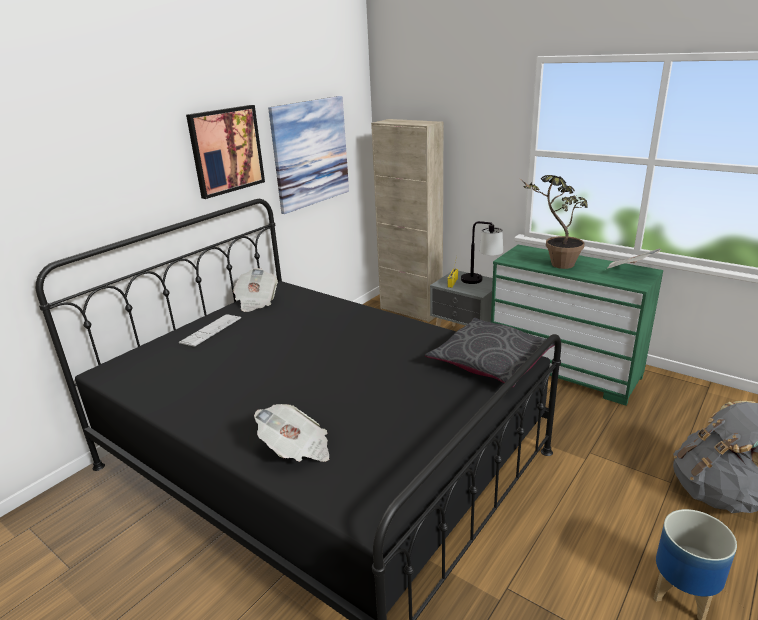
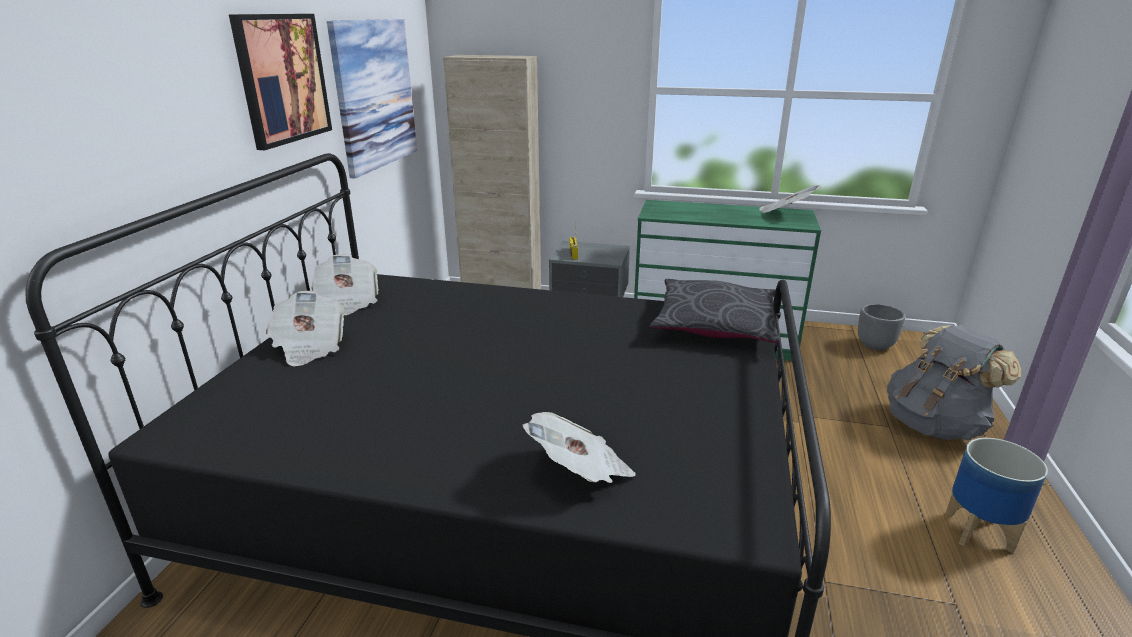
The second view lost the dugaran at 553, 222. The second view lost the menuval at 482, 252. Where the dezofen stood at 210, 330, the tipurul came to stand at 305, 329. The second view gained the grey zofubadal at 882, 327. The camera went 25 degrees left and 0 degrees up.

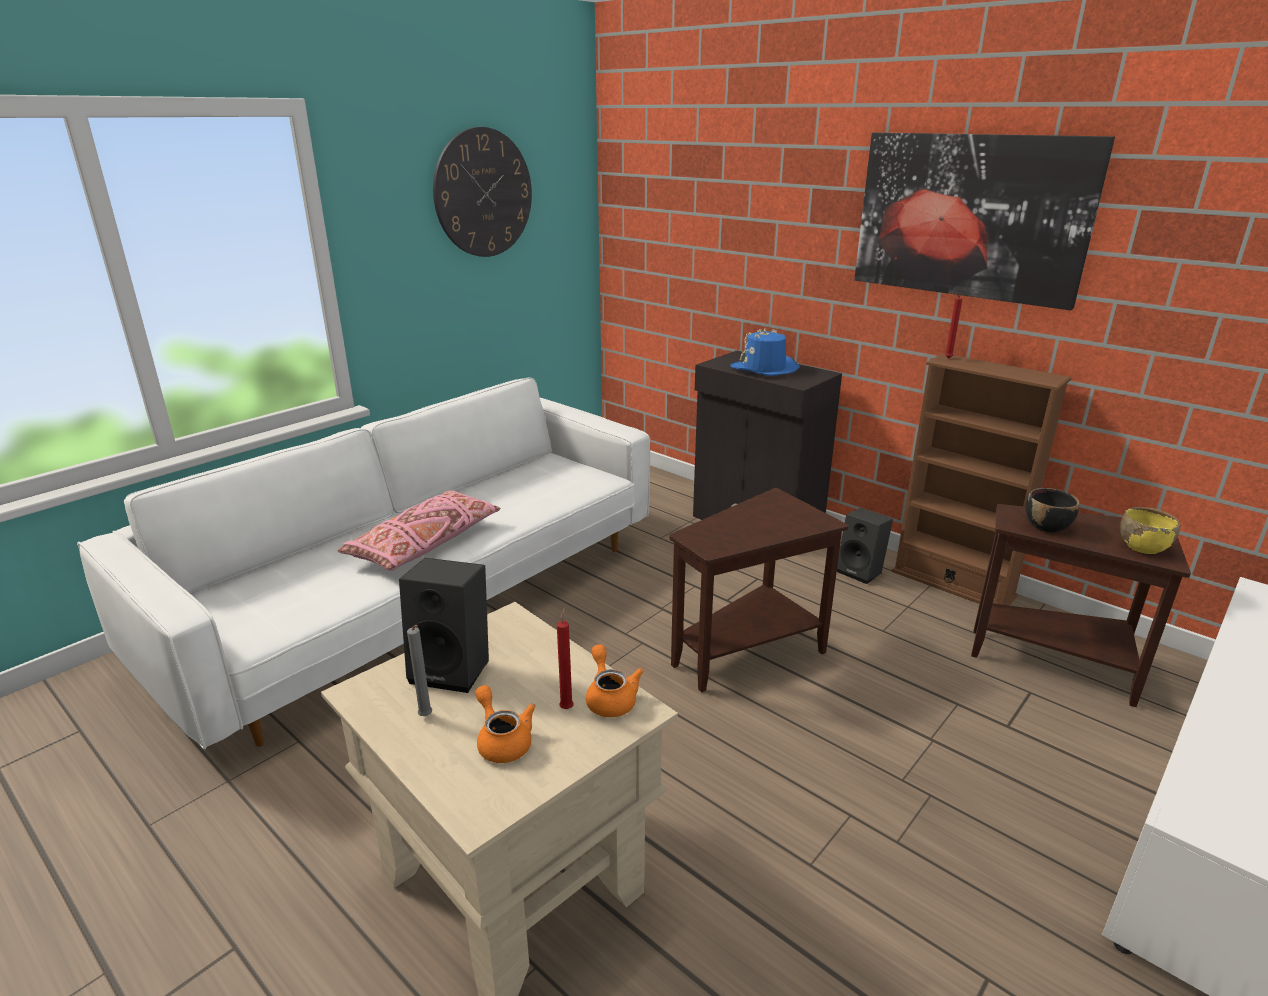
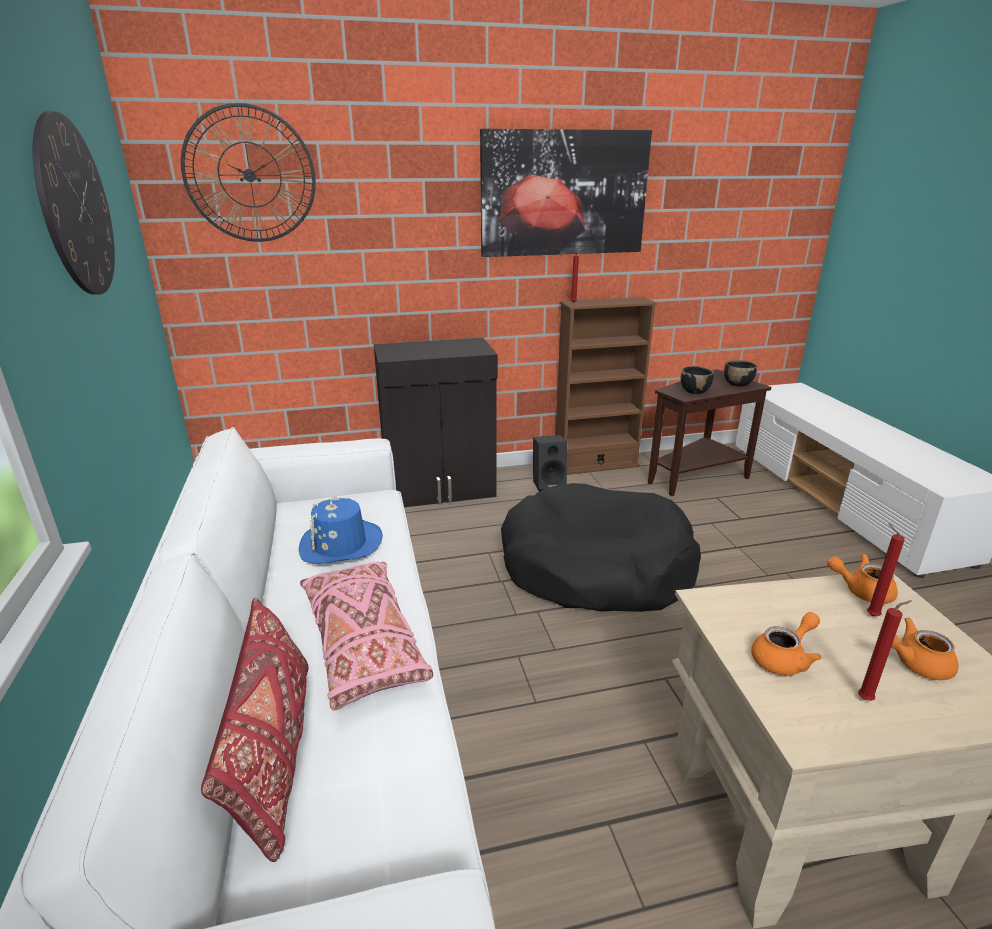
The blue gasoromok ended up elsewhere, having gone from 764, 352 to 341, 530. Where the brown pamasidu stood at 759, 590, the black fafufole came to stand at 601, 547. What was the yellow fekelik at 1150, 530 turned into the black fekelik at 740, 373. Where the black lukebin stood at 444, 625, the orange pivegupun came to stand at 786, 644. What was the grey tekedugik at 419, 670 turned into the red tekedugik at 885, 650. The second view gained the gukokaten at 248, 172. The second view gained the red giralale at 255, 729. The camera went 55 degrees left and 0 degrees up.

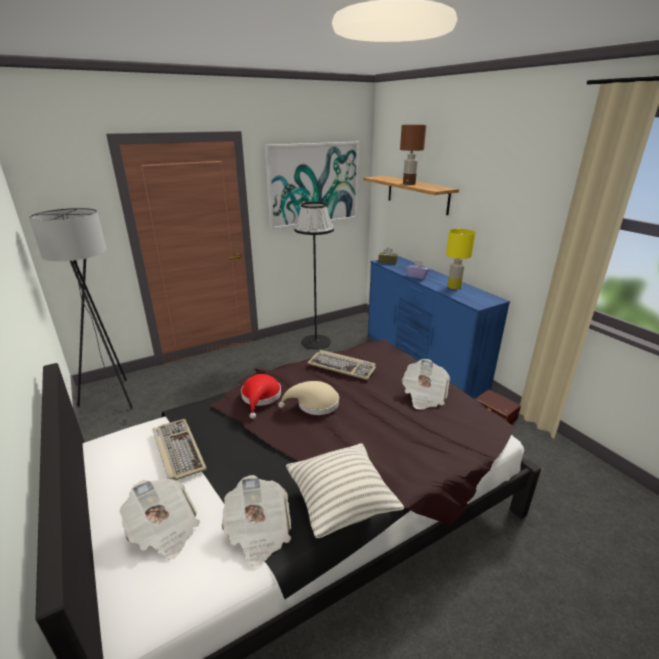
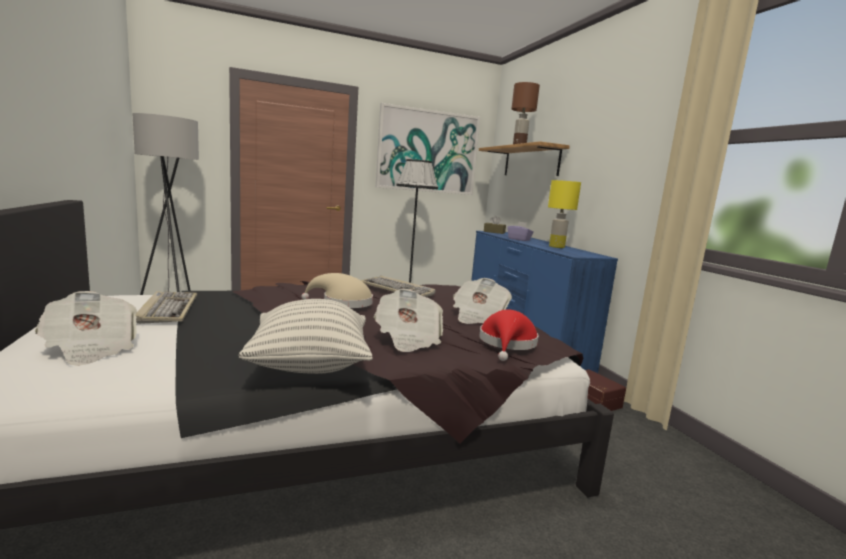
The red gasoromok ended up elsewhere, having gone from 261, 396 to 509, 335. The tipurul ended up elsewhere, having gone from 256, 520 to 408, 320. The camera went 10 degrees right and 15 degrees down.

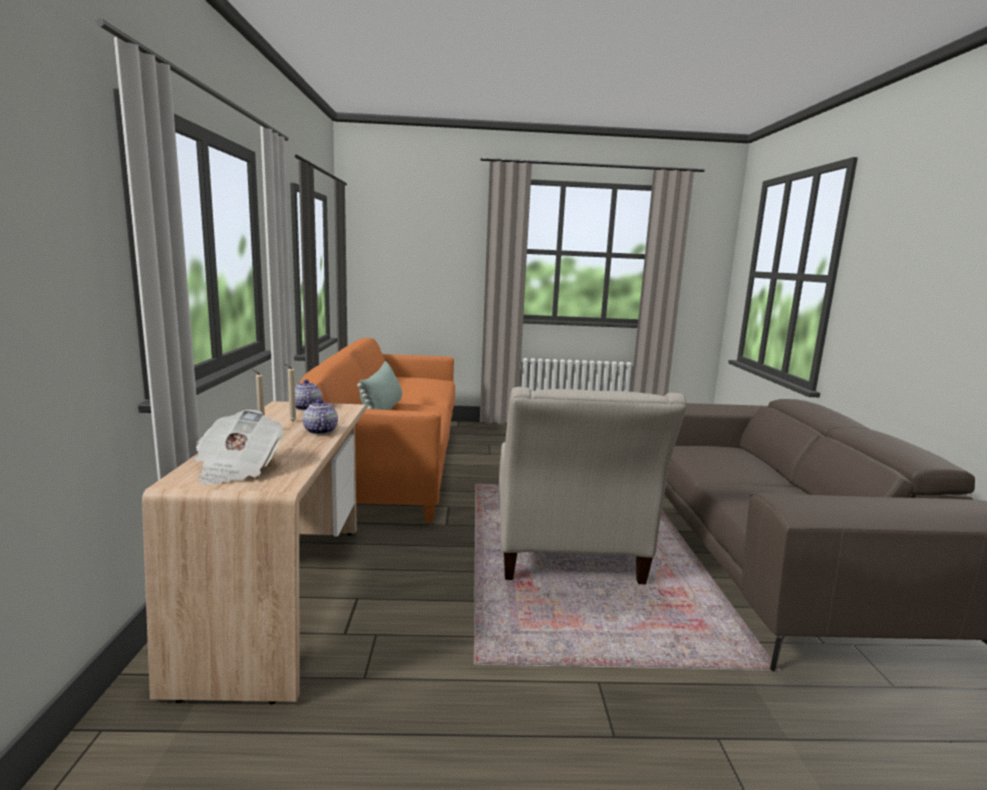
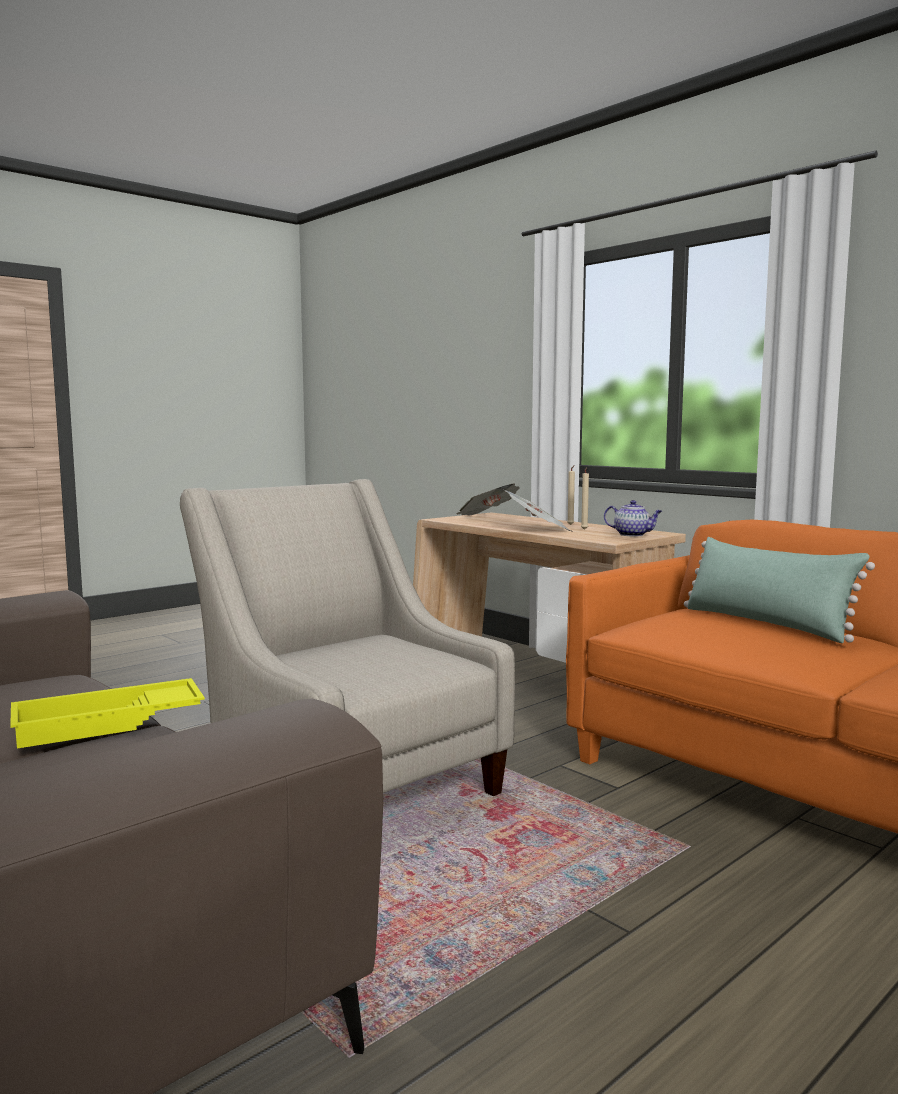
Where the pivegupun stood at 320, 416, the tipurul came to stand at 537, 510. The second view gained the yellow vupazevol at 107, 713. The camera went 140 degrees right and 5 degrees down.

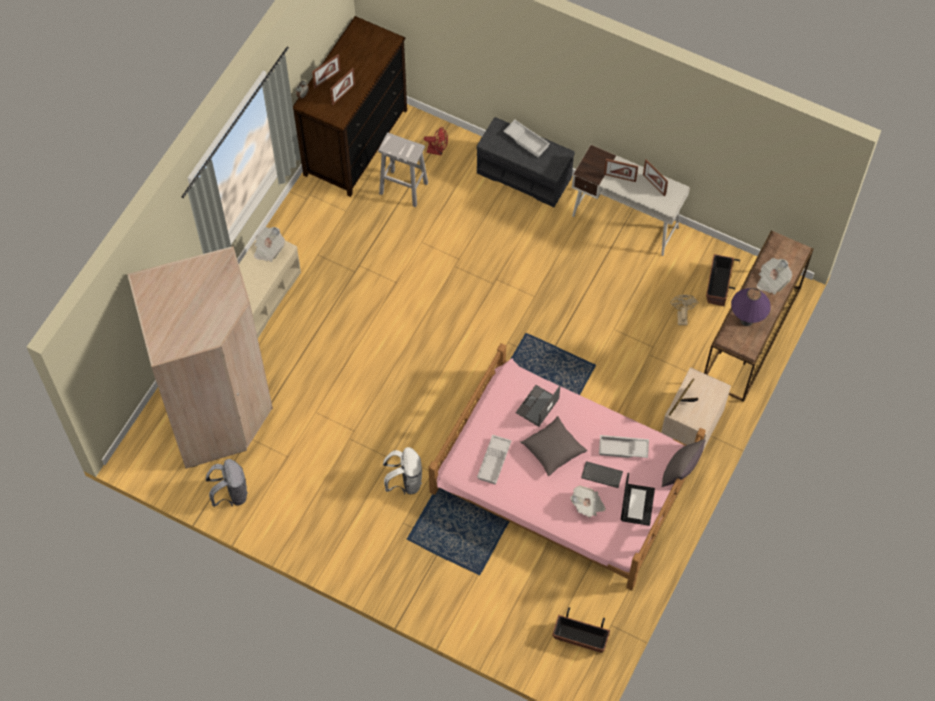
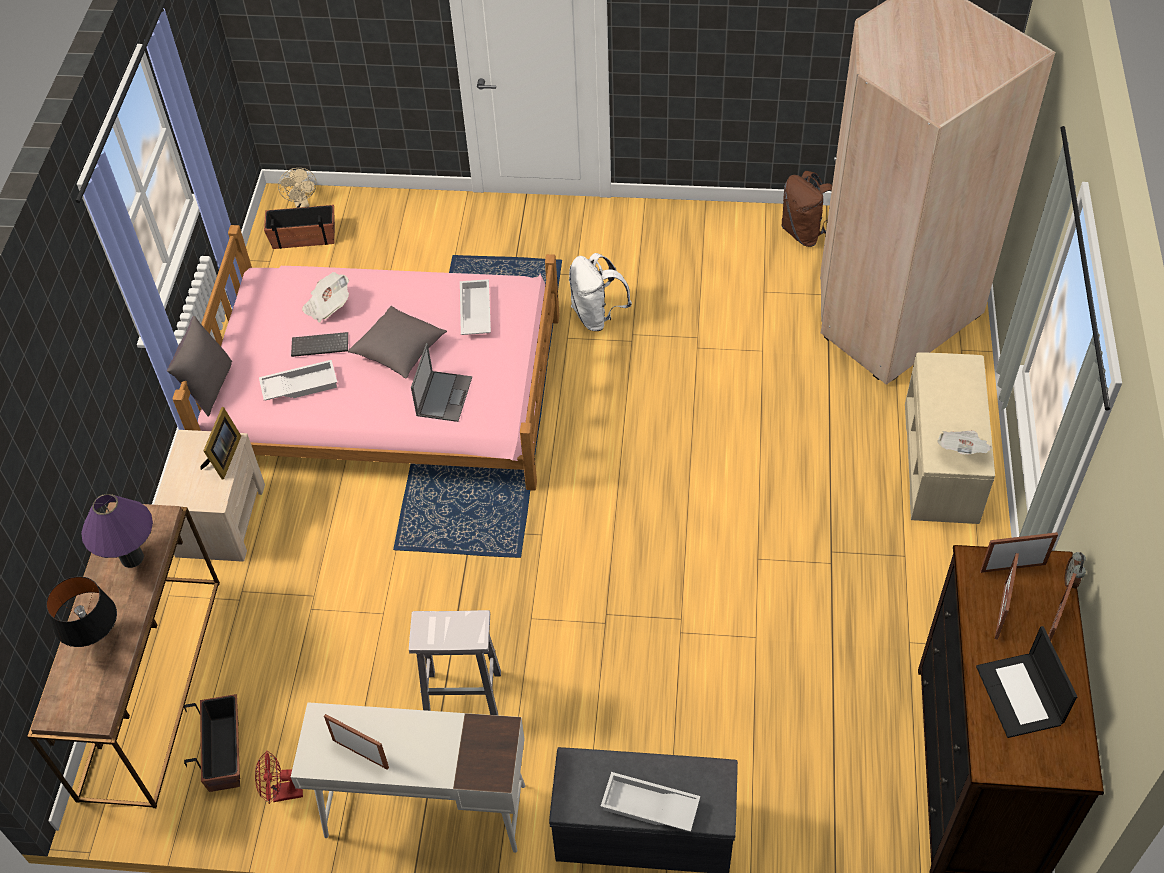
The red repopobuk ended up elsewhere, having gone from 436, 141 to 279, 777. The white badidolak ended up elsewhere, having gone from 403, 170 to 455, 662. The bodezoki ended up elsewhere, having gone from 621, 170 to 1019, 552. Where the tipurul stood at 774, 276, the black menuval came to stand at 81, 611. The beige repopobuk ended up elsewhere, having gone from 684, 310 to 297, 188. What was the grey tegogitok at 227, 483 turned into the brown tegogitok at 806, 209. The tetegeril ended up elsewhere, having gone from 638, 499 to 1026, 682. The camera went 160 degrees right and 10 degrees down.

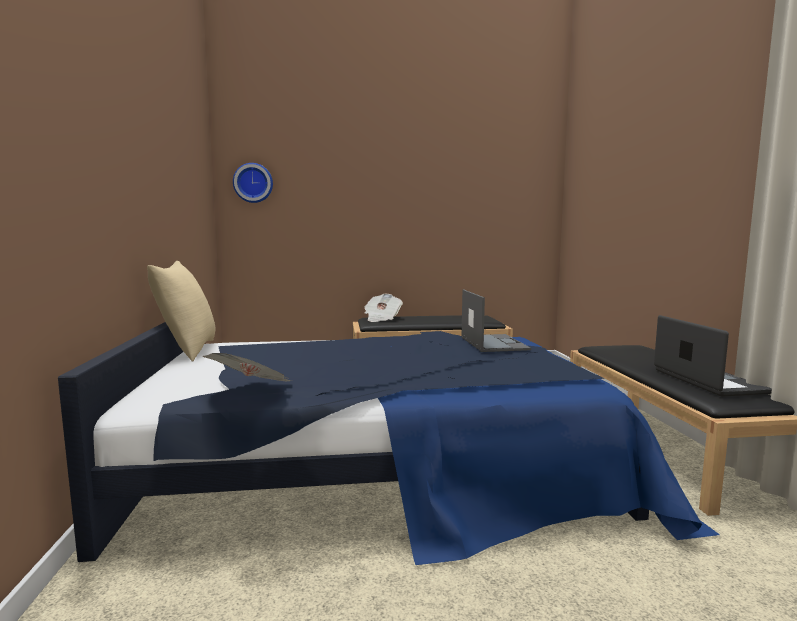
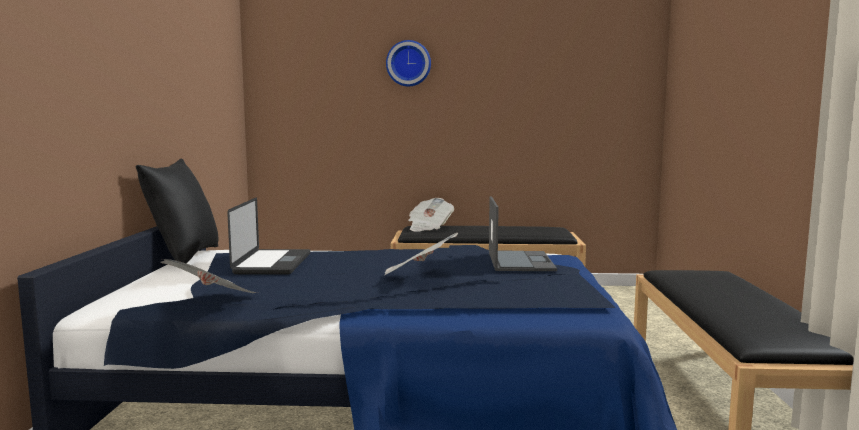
The gukokaten ended up elsewhere, having gone from 253, 183 to 408, 63. What was the beige giralale at 181, 311 turned into the black giralale at 177, 211. The tetegeril ended up elsewhere, having gone from 713, 356 to 268, 236. The second view gained the tipurul at 421, 254. The camera went 10 degrees right and 0 degrees up.

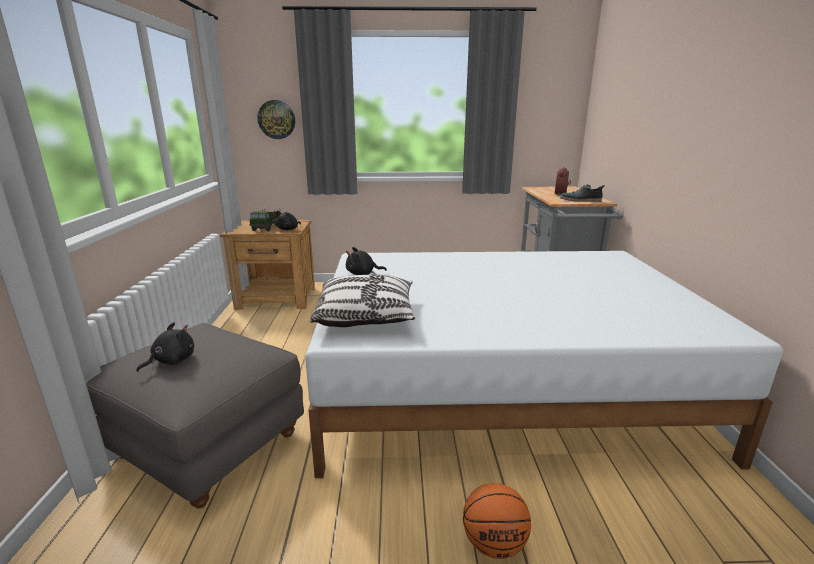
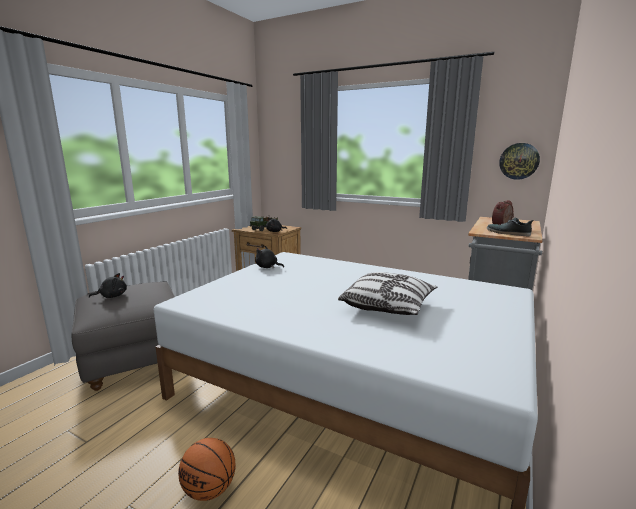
The gukokaten ended up elsewhere, having gone from 276, 119 to 519, 161. The giralale ended up elsewhere, having gone from 362, 300 to 387, 293. The camera went 30 degrees right and 5 degrees down.

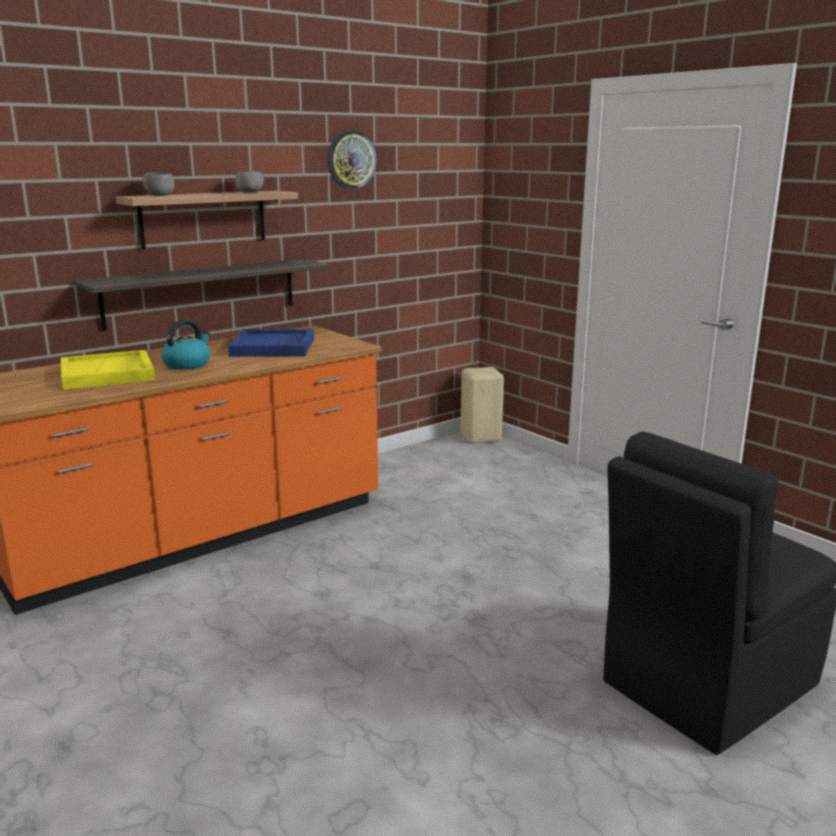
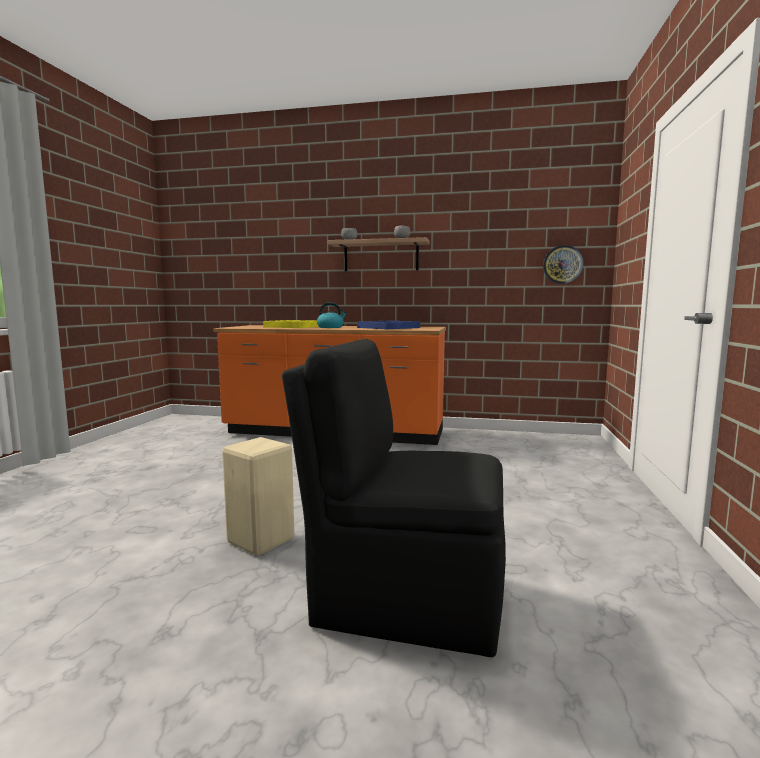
The gukokaten ended up elsewhere, having gone from 352, 159 to 563, 264. The second view lost the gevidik at 202, 295. The beige badidolak ended up elsewhere, having gone from 482, 405 to 258, 496. The camera went 50 degrees right and 10 degrees down.

